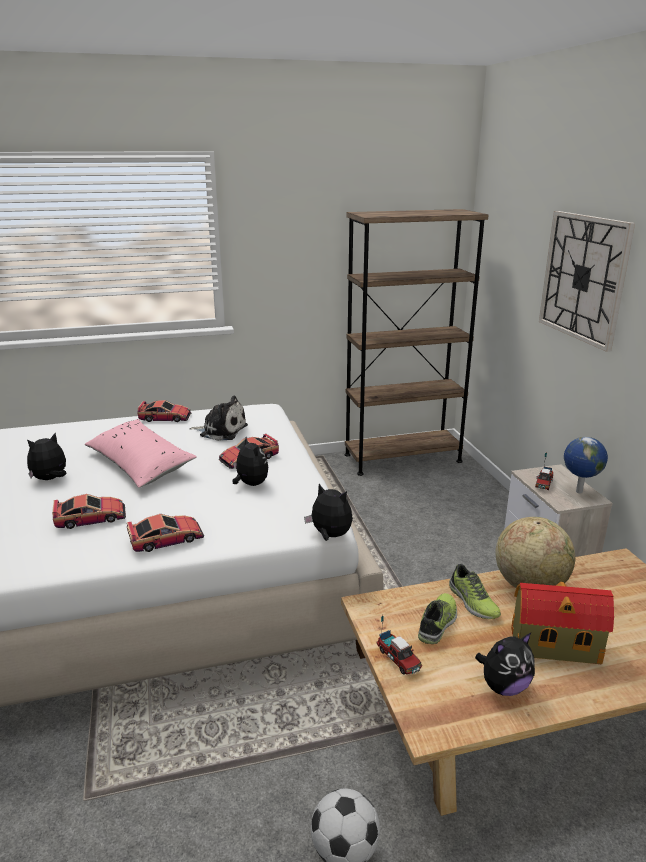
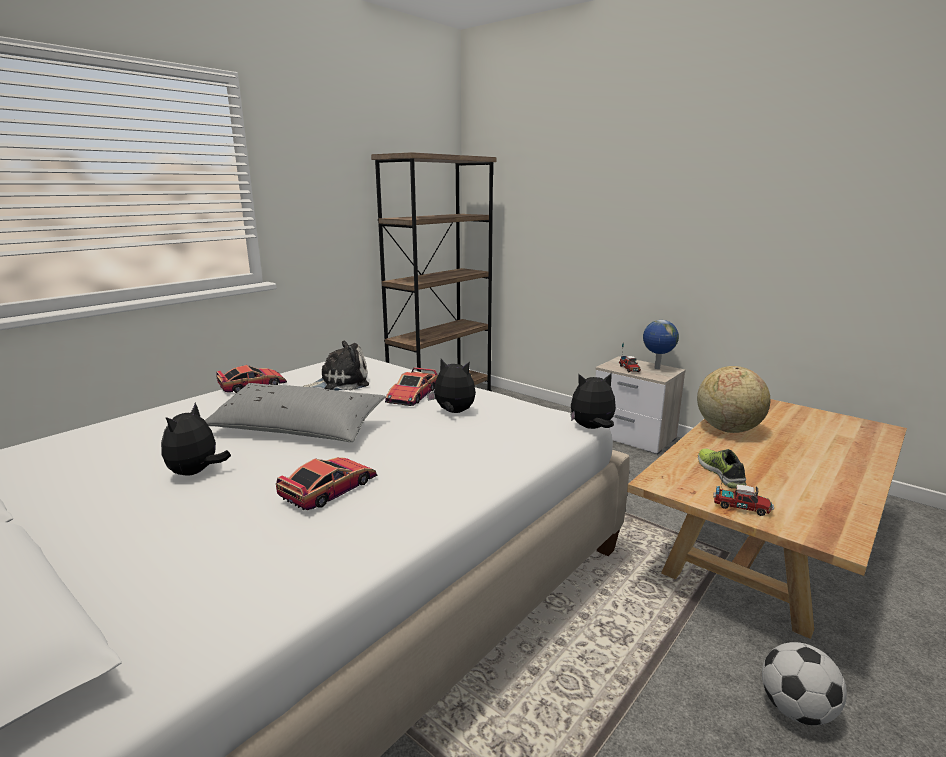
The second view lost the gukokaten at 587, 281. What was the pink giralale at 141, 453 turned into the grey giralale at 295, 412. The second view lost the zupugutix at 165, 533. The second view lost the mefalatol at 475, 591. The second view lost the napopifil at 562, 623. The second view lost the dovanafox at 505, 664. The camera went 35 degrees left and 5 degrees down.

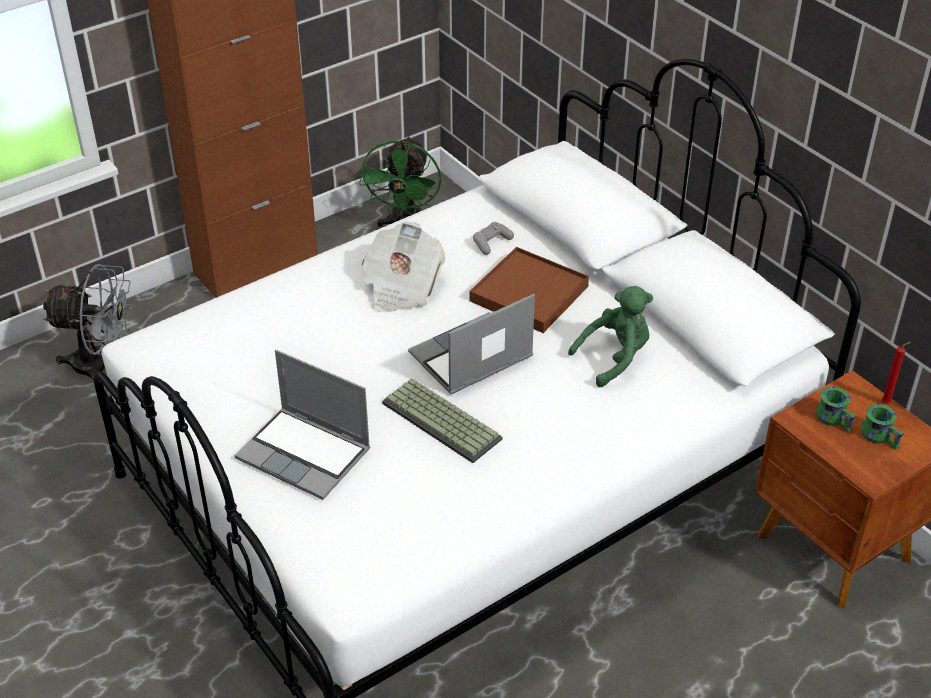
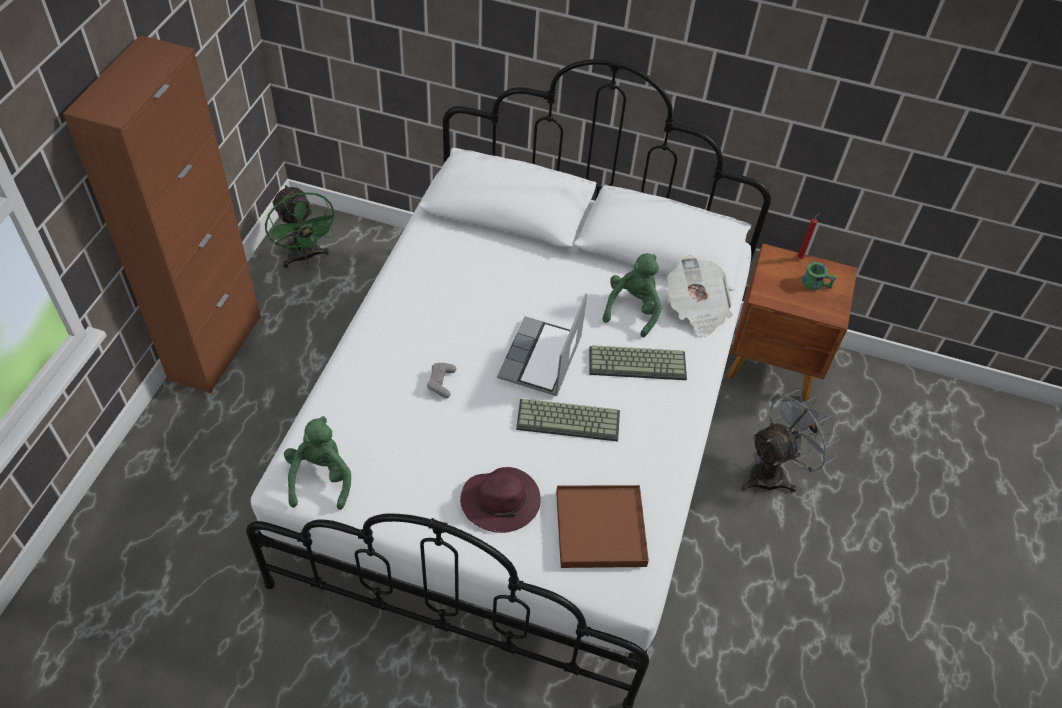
The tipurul ended up elsewhere, having gone from 403, 267 to 699, 296. The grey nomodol ended up elsewhere, having gone from 493, 238 to 441, 380. The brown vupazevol ended up elsewhere, having gone from 529, 290 to 602, 526. The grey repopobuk ended up elsewhere, having gone from 88, 322 to 790, 441. Where the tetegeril stood at 302, 425, the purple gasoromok came to stand at 500, 500. The second view lost the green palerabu at 836, 410. The second view gained the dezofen at 638, 362. The second view gained the green dovanafox at 317, 463. The camera went 40 degrees left and 10 degrees up.

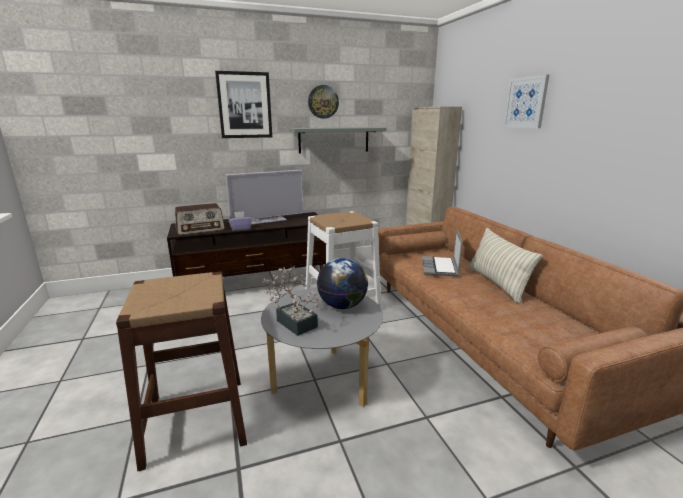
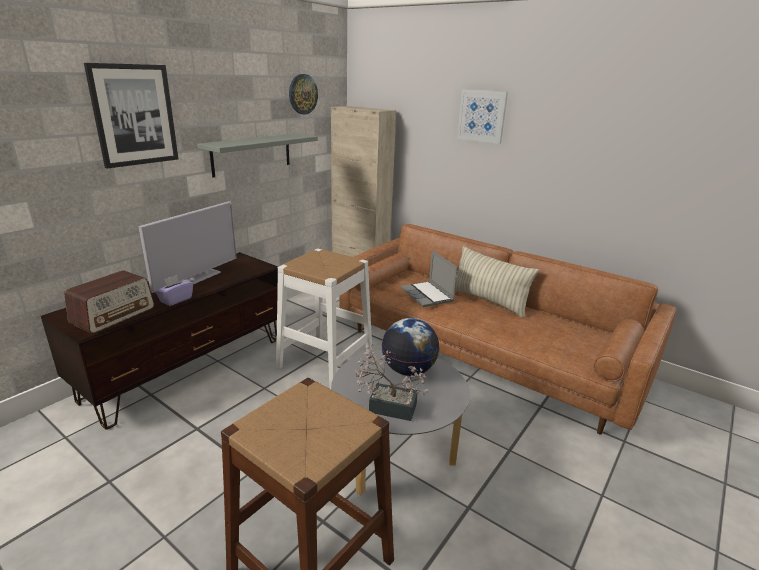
The gukokaten ended up elsewhere, having gone from 323, 102 to 303, 94. The camera went 35 degrees left and 5 degrees up.

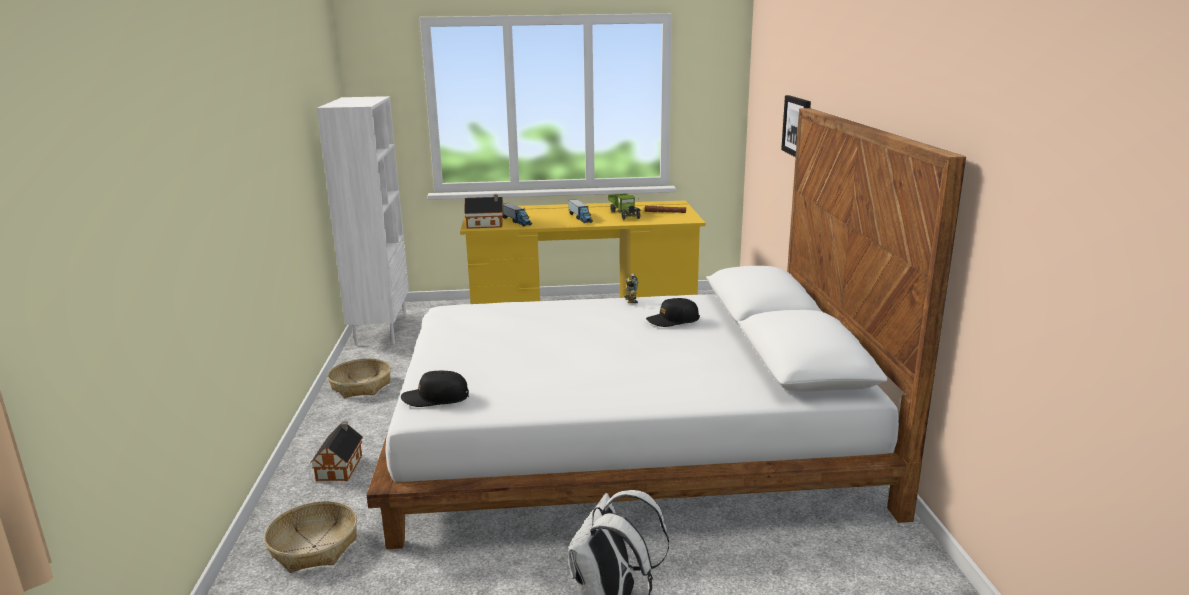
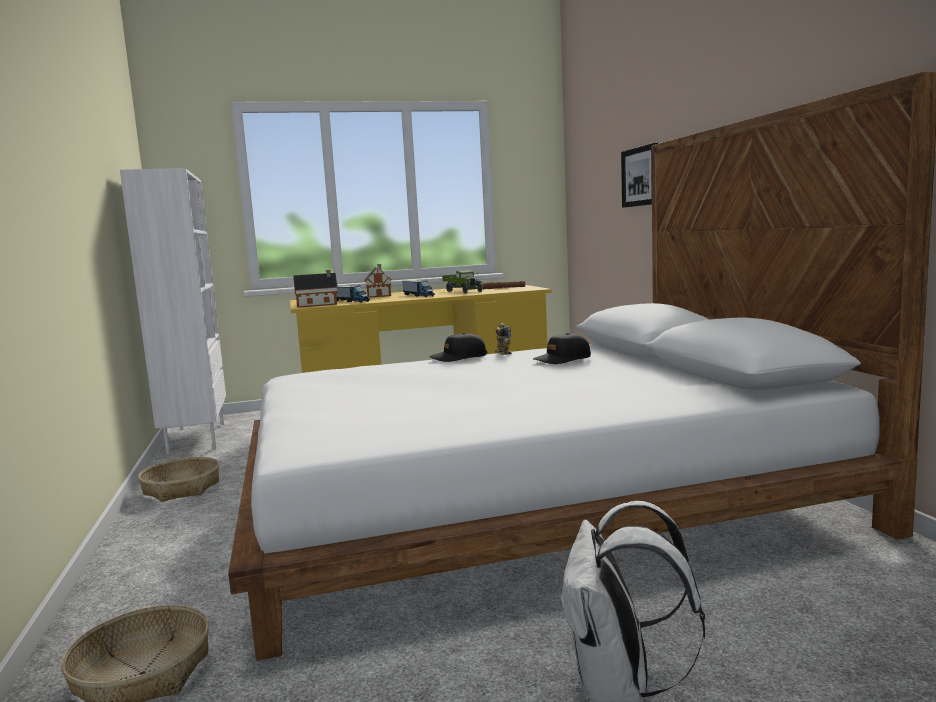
The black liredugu ended up elsewhere, having gone from 435, 389 to 458, 347. The napopifil ended up elsewhere, having gone from 336, 451 to 378, 281. The camera went 10 degrees left and 10 degrees down.

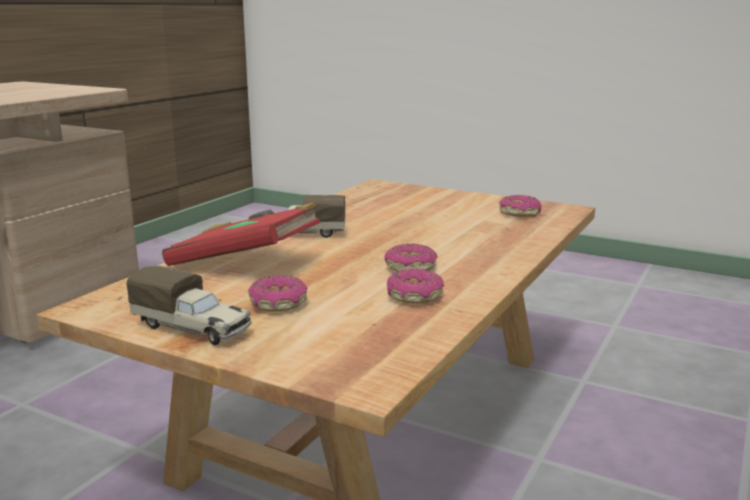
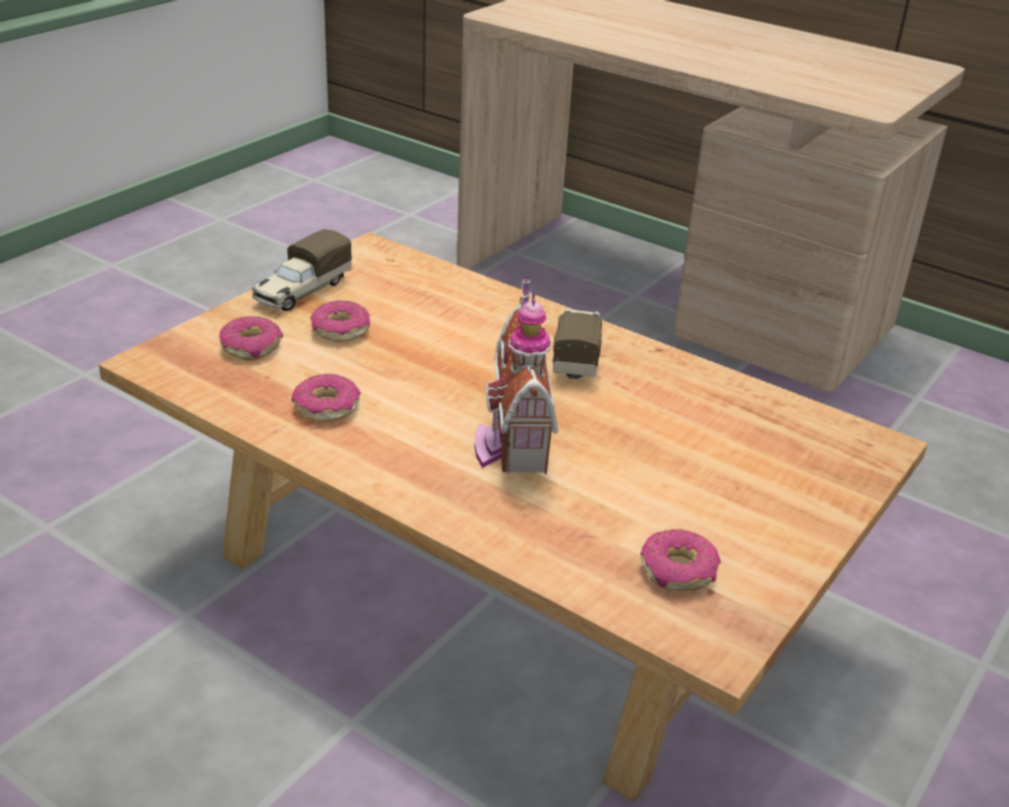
The second view lost the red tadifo at 241, 234. The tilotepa ended up elsewhere, having gone from 410, 257 to 251, 338. The second view gained the napopifil at 516, 375. The camera went 95 degrees right and 15 degrees up.

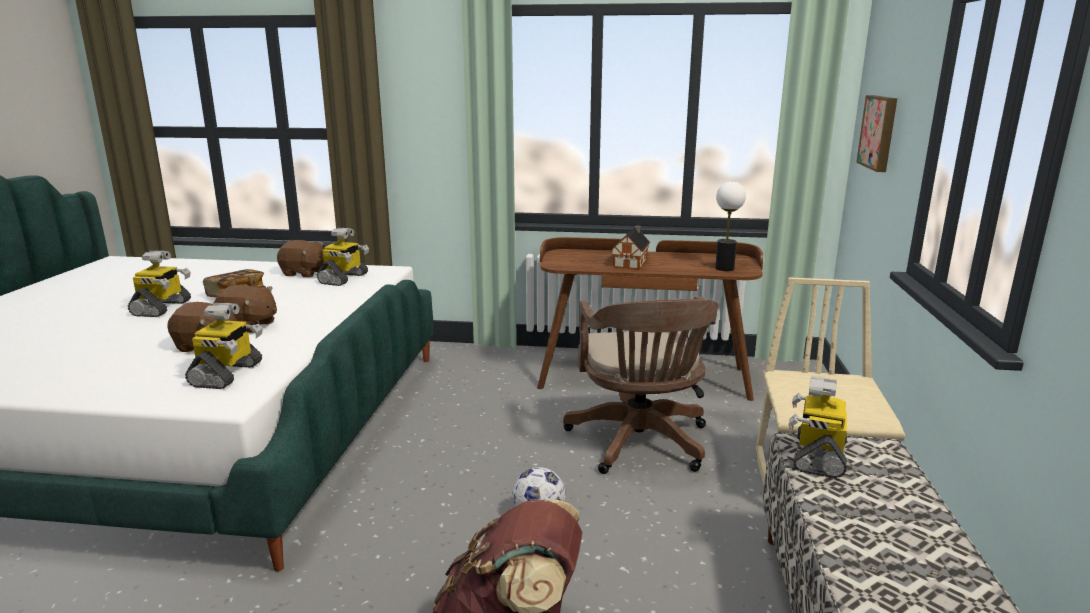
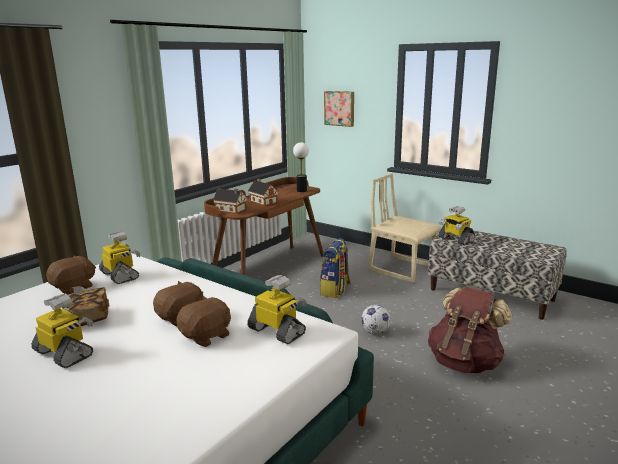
Where the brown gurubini stood at 640, 385, the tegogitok came to stand at 335, 268. The second view gained the napopifil at 230, 201. The camera went 60 degrees left and 0 degrees up.

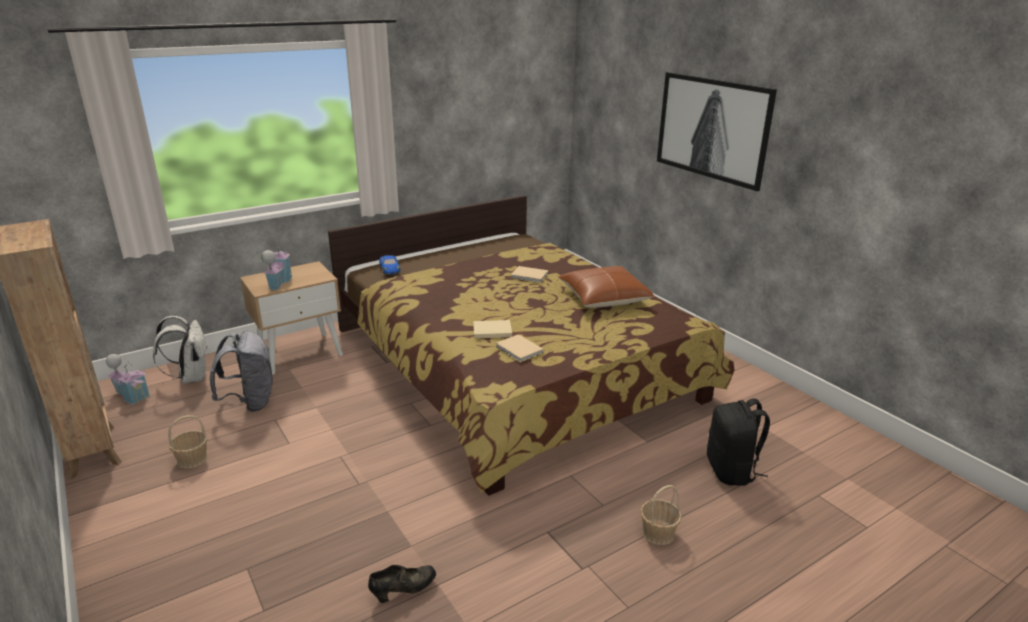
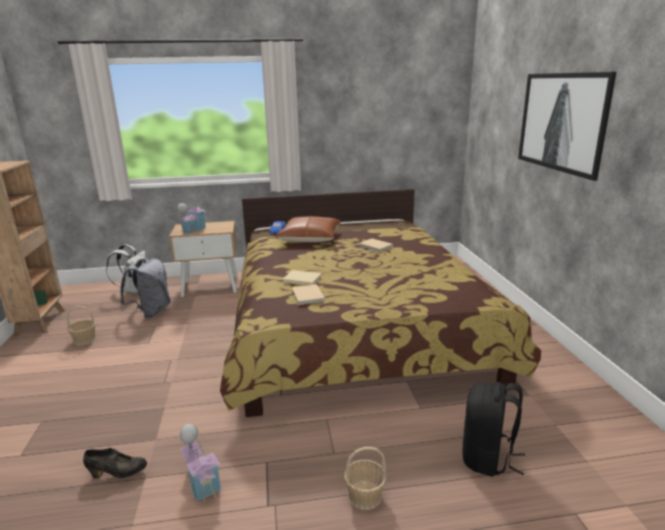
The brown giralale ended up elsewhere, having gone from 606, 287 to 308, 229. The napopifil ended up elsewhere, having gone from 127, 379 to 200, 463. The camera went 25 degrees right and 5 degrees down.

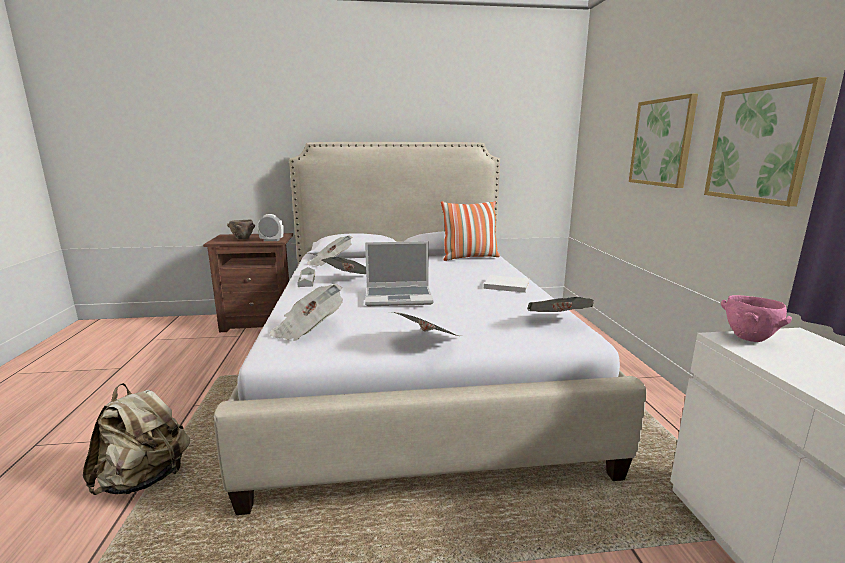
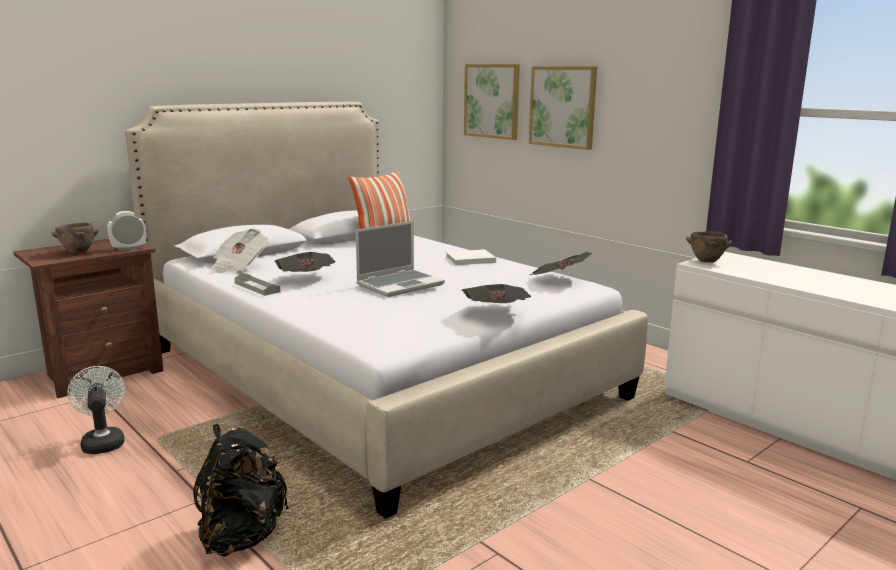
The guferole ended up elsewhere, having gone from 765, 141 to 492, 102. The second view lost the tipurul at 306, 312. What was the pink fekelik at 756, 318 turned into the brown fekelik at 709, 247. What was the beige tegogitok at 136, 439 turned into the black tegogitok at 241, 490. The second view gained the white repopobuk at 96, 410. The camera went 35 degrees left and 0 degrees up.

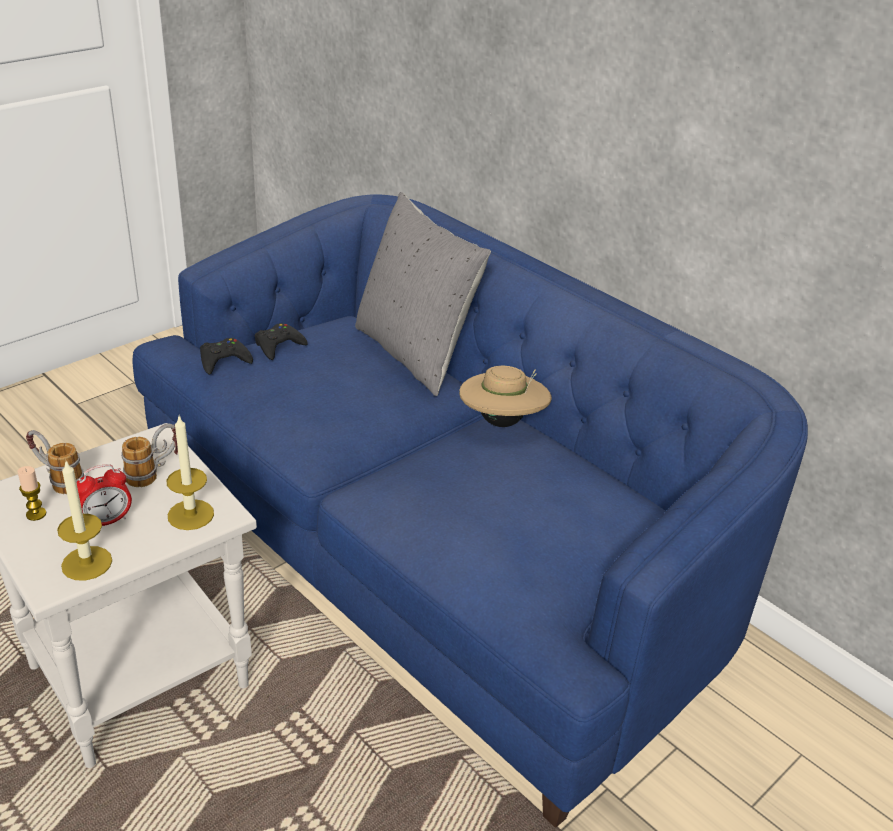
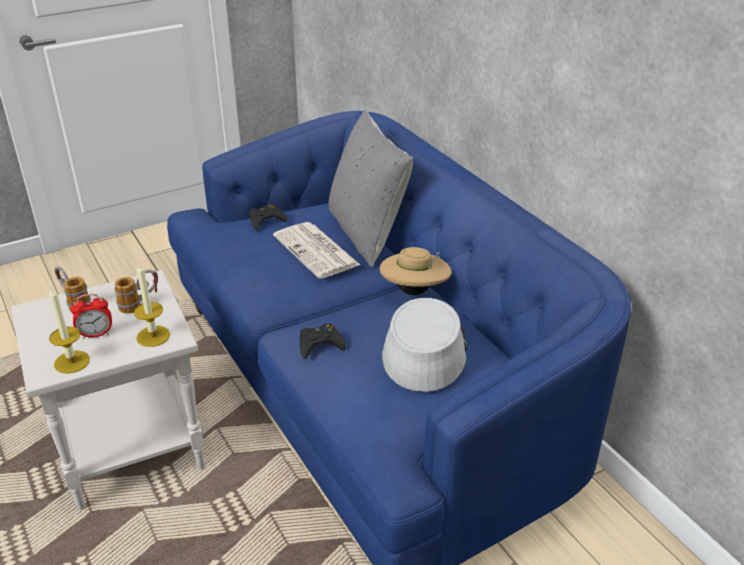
The black nomodol ended up elsewhere, having gone from 226, 356 to 323, 341. The second view lost the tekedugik at 31, 493. The second view gained the tipurul at 316, 250. The second view gained the grey gasoromok at 424, 345. The camera went 15 degrees right and 0 degrees up.

